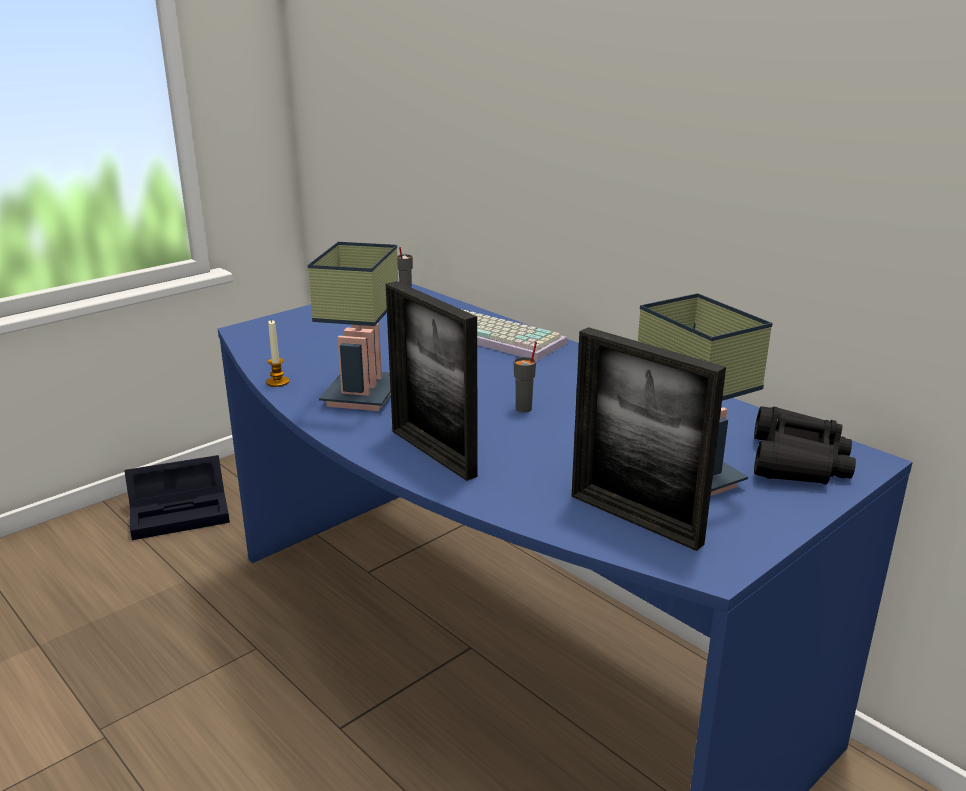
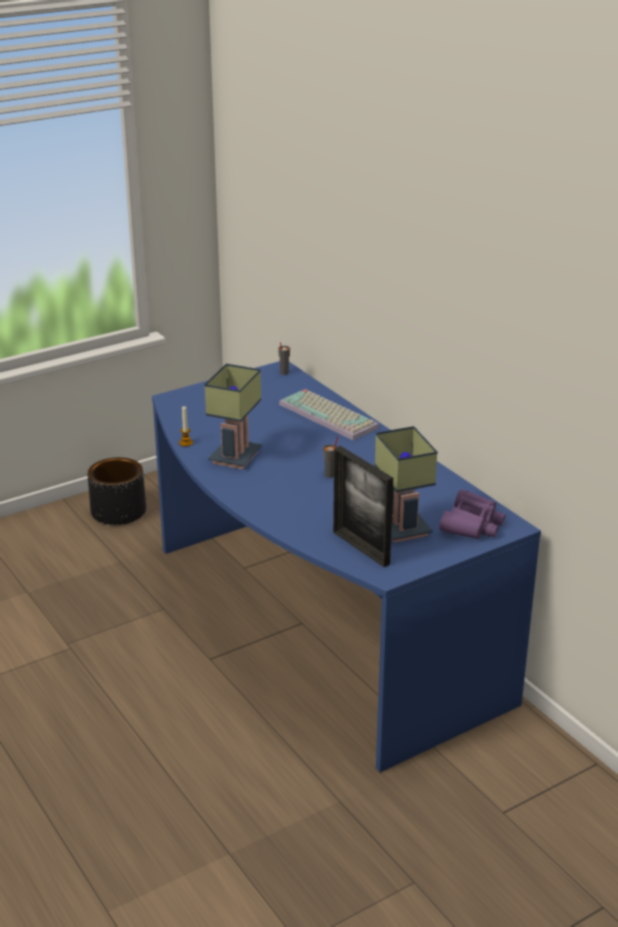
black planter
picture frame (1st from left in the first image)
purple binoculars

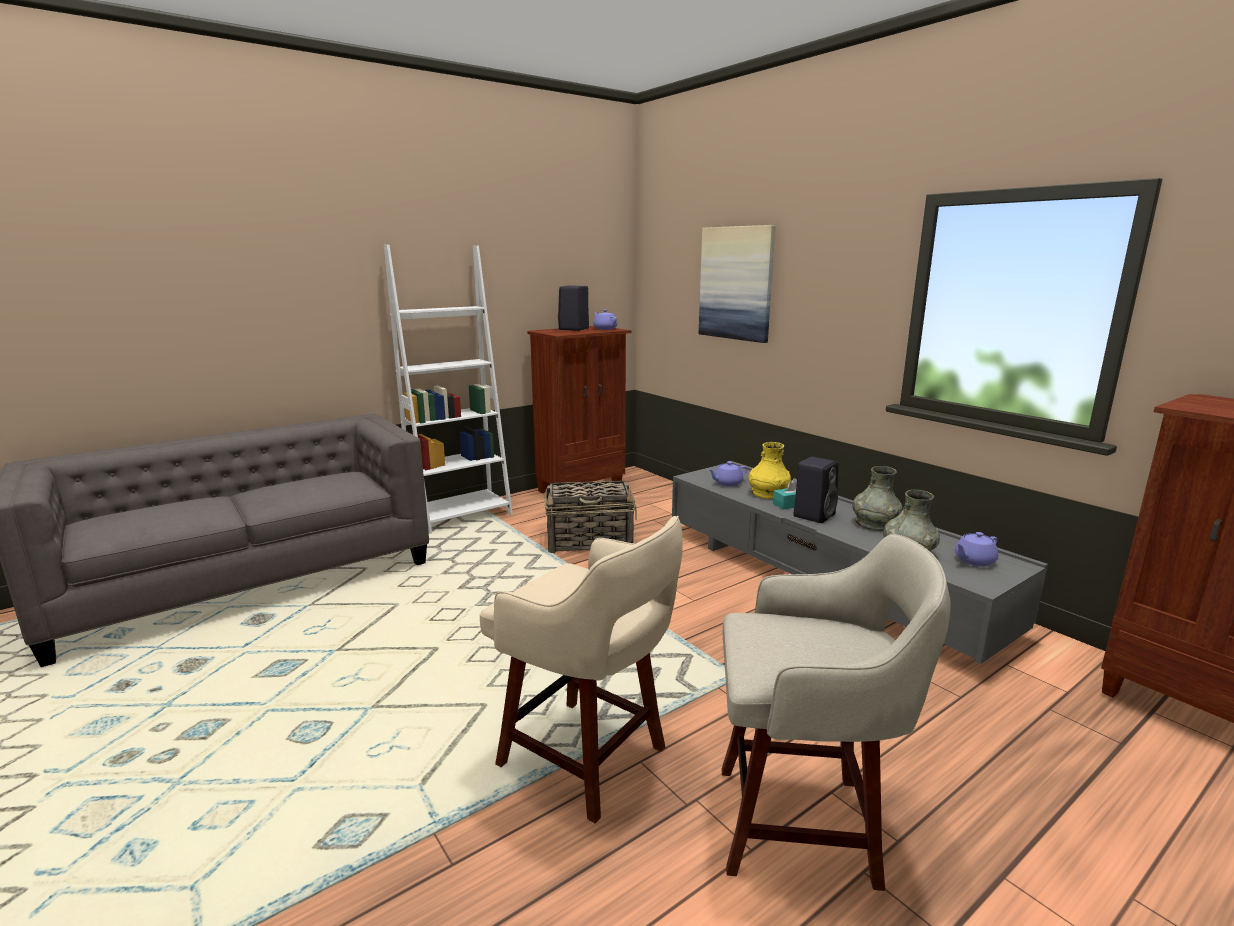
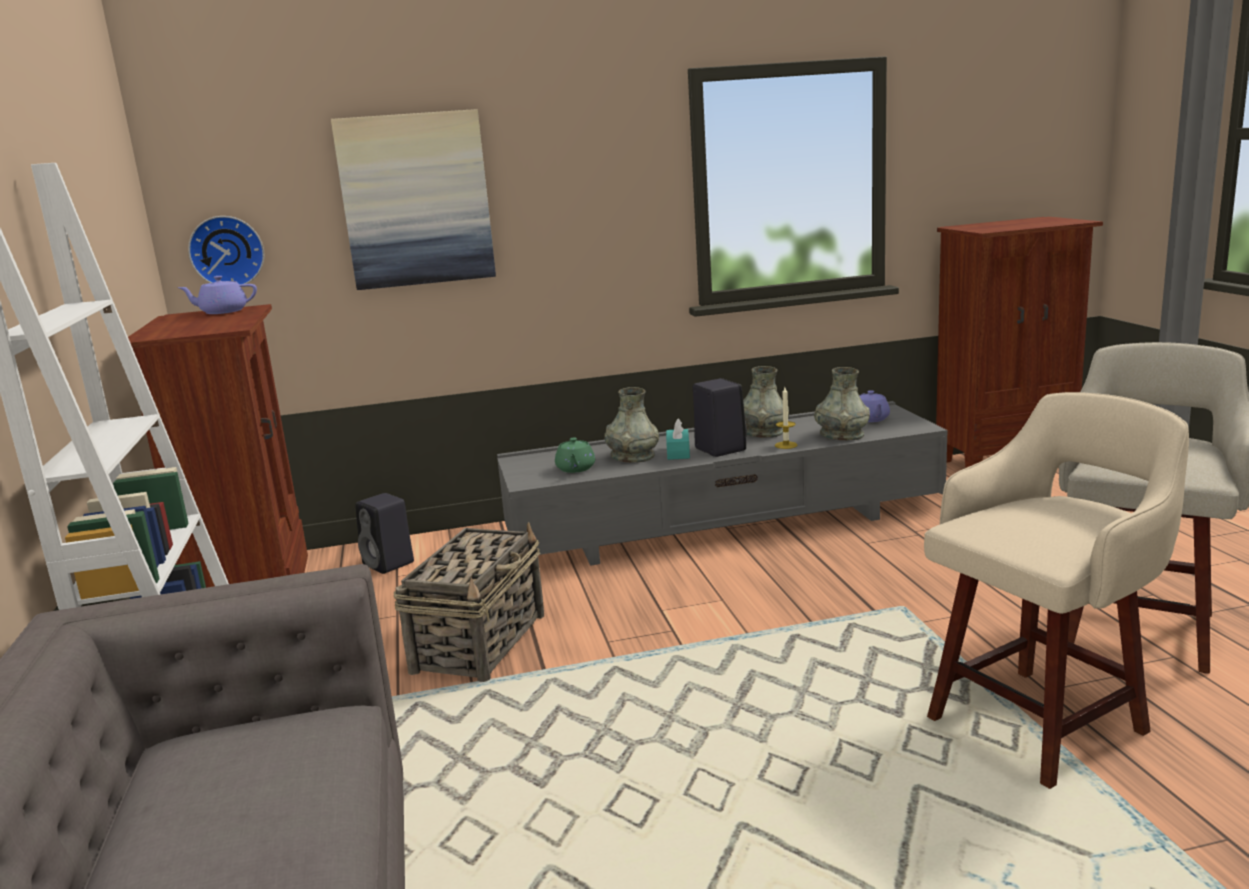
black speaker (1st from left)
green teapot
grey vase (1st from left)
wall clock
candle

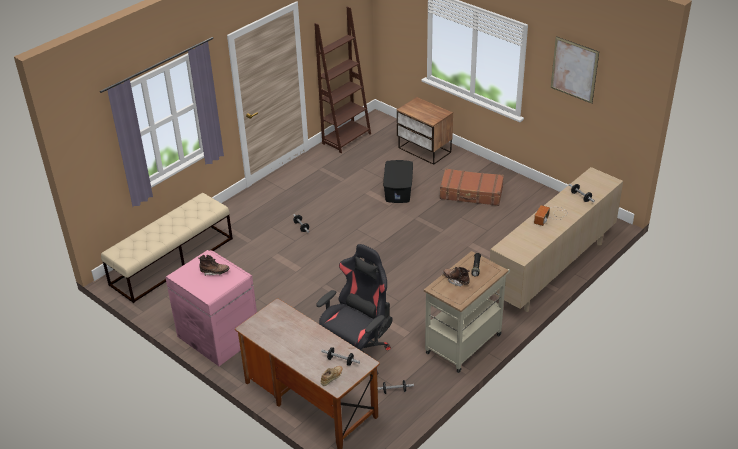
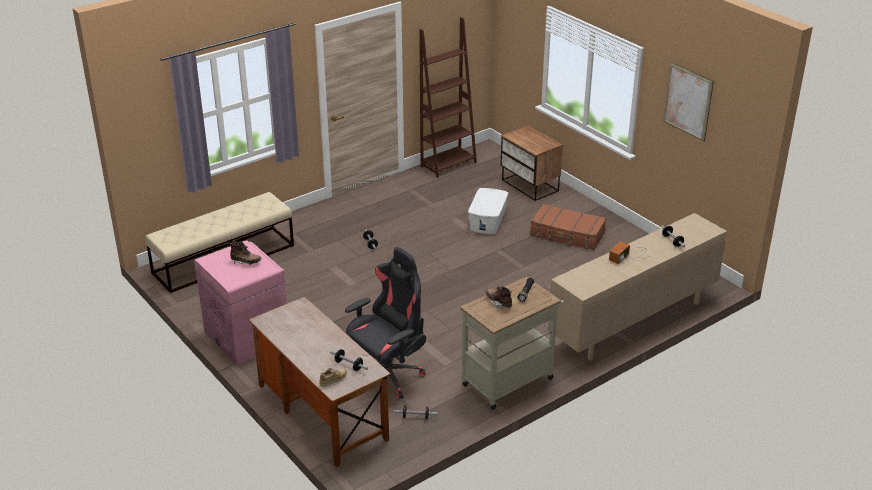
white storage box

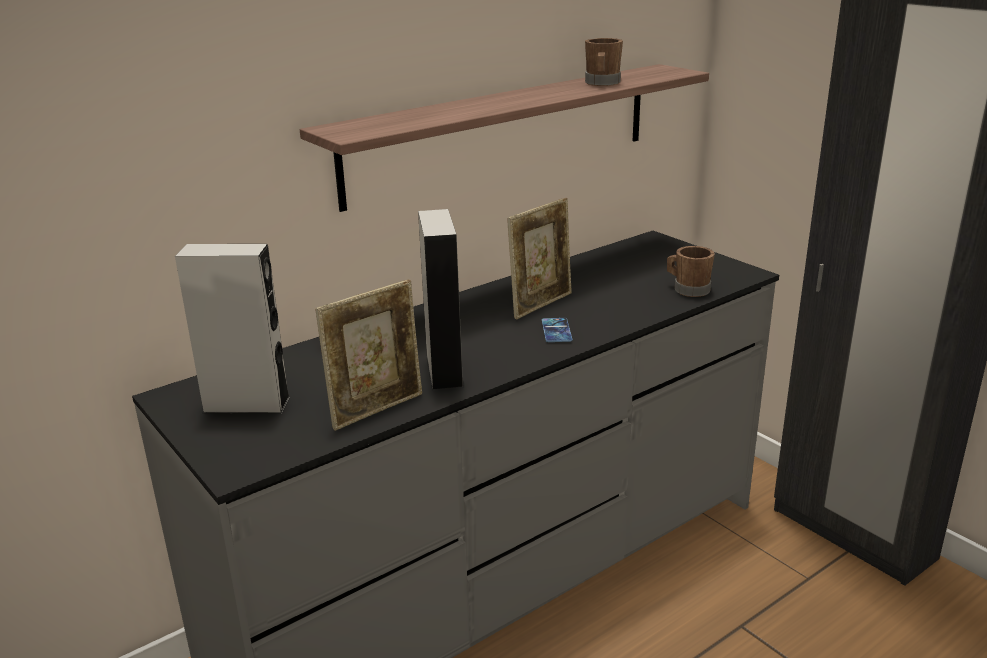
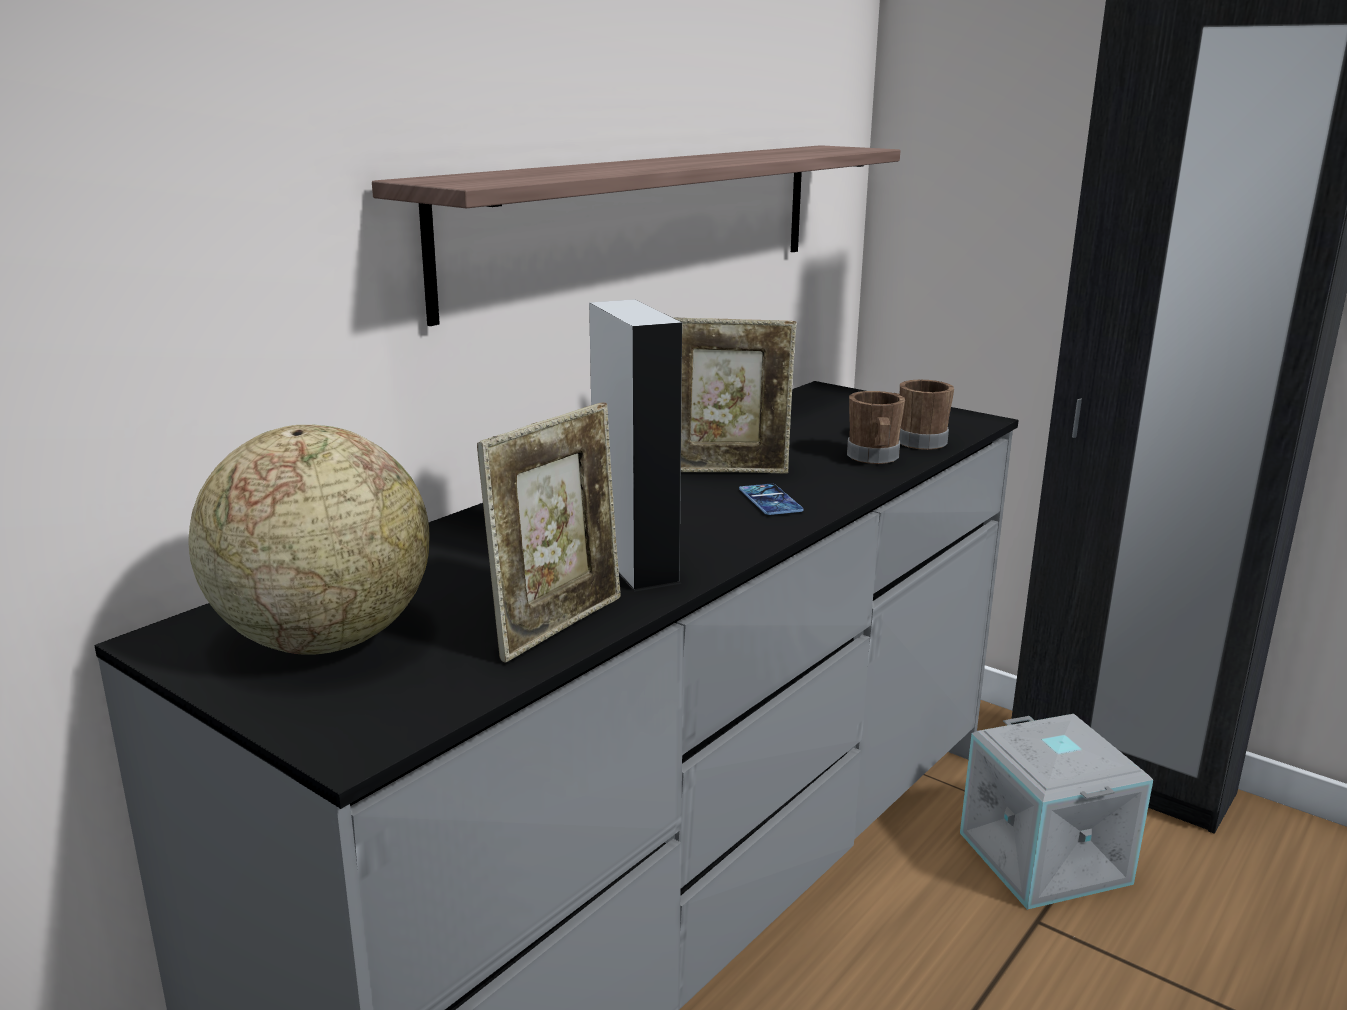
globe
picture frame (2nd from left)
brown mug (1st from left)
grey storage box

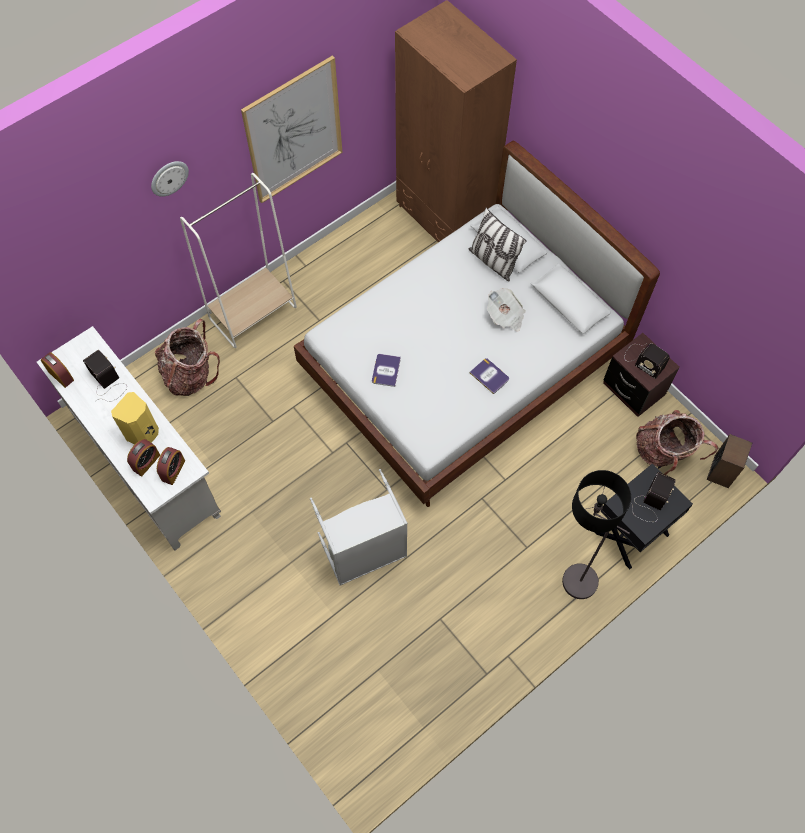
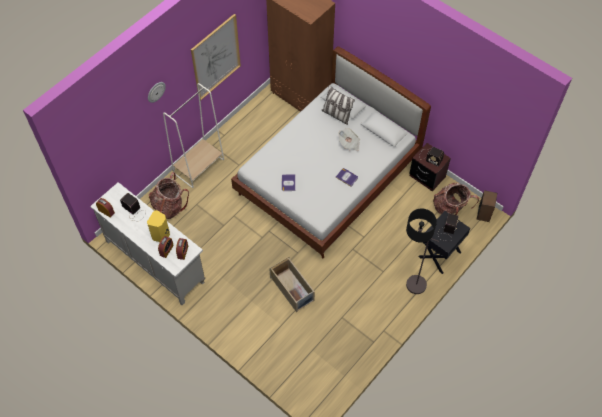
beige storage box

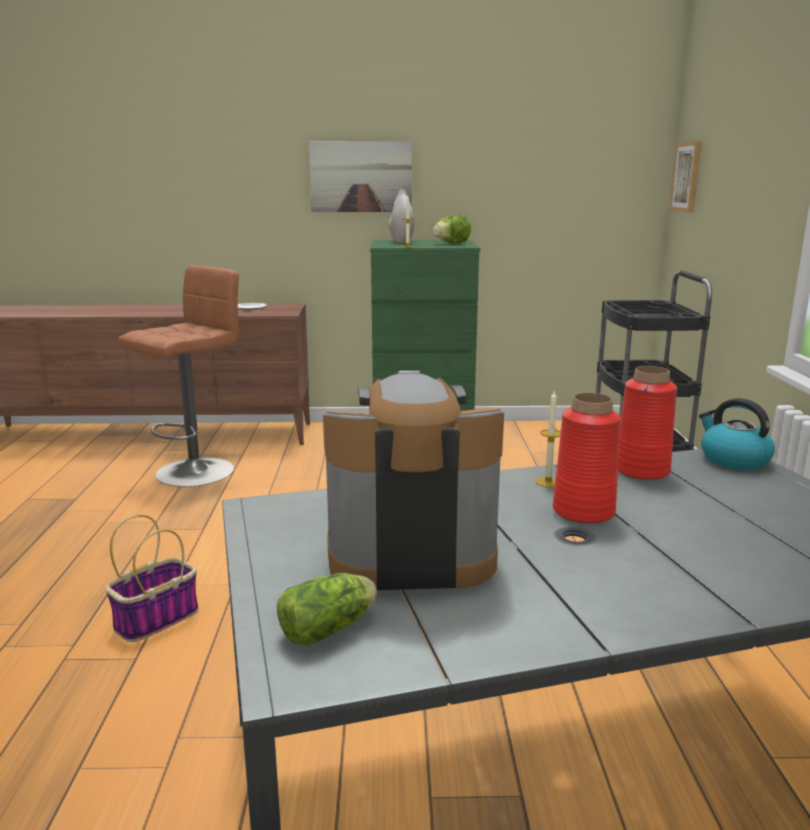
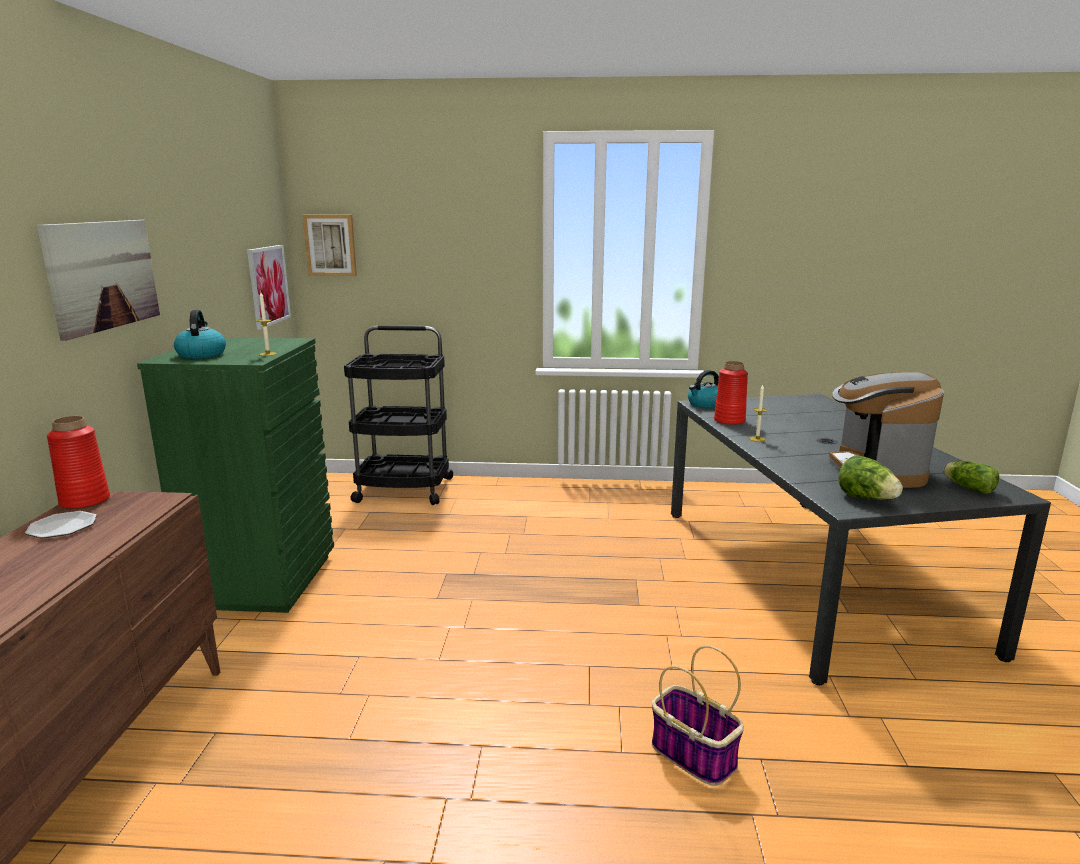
brown stool
kettle (1st from left)
lettuce (1st from left)
red vase (1st from left)
picture (2nd from left)

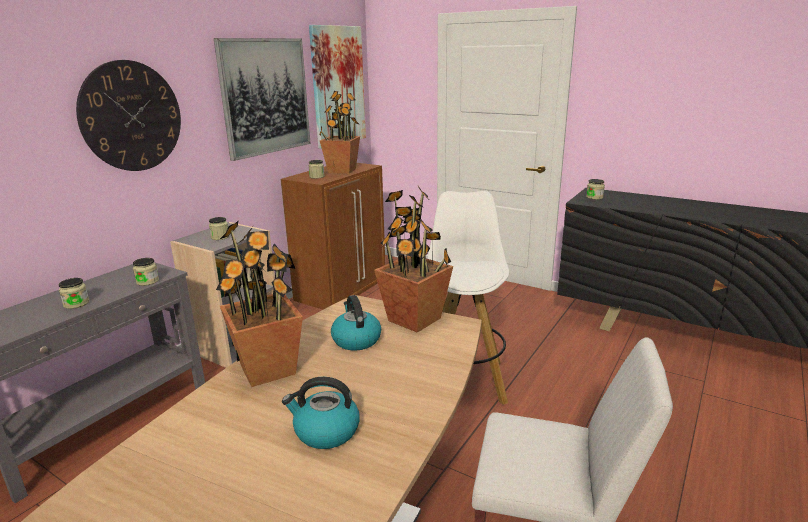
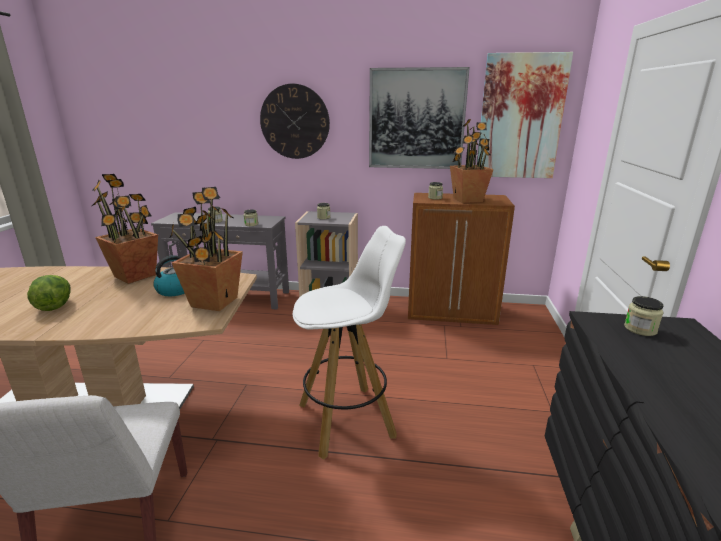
lettuce

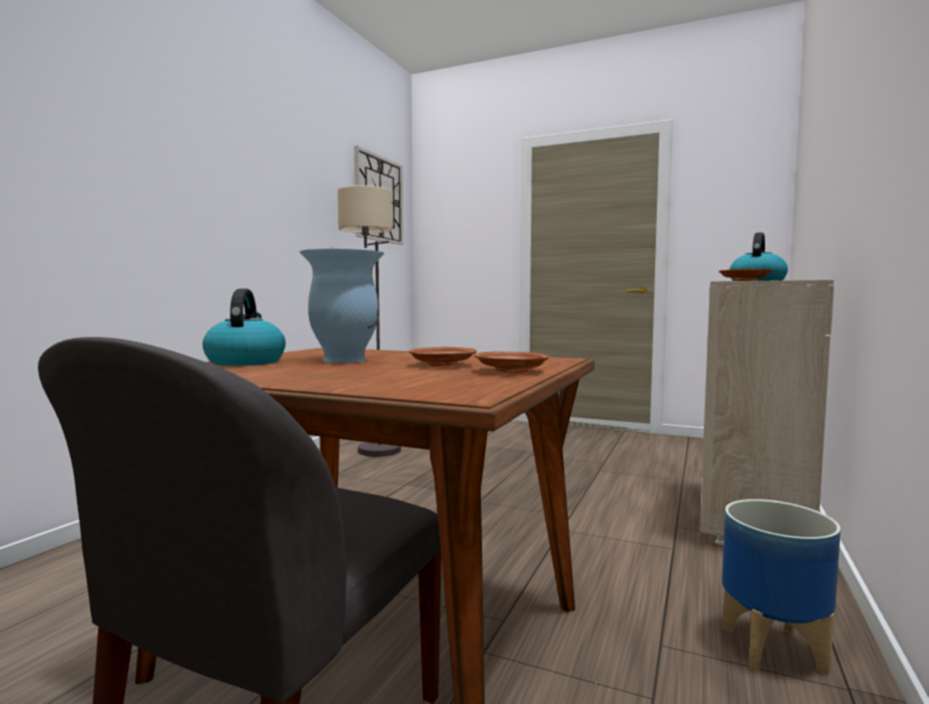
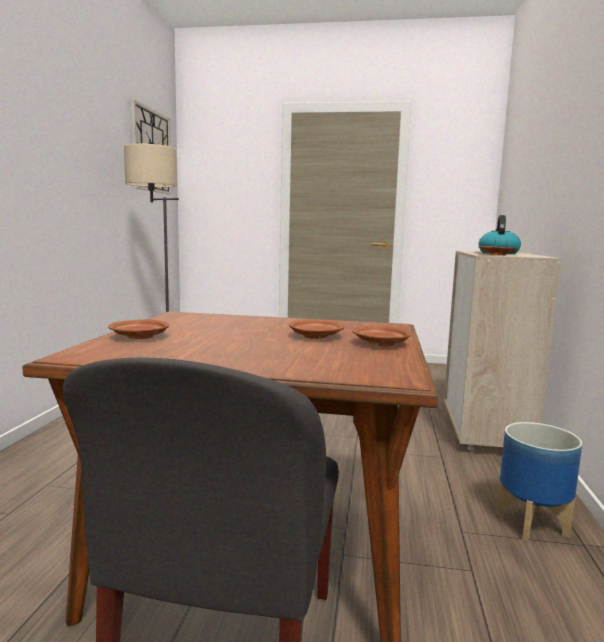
brown plate (1st from left)
vase

